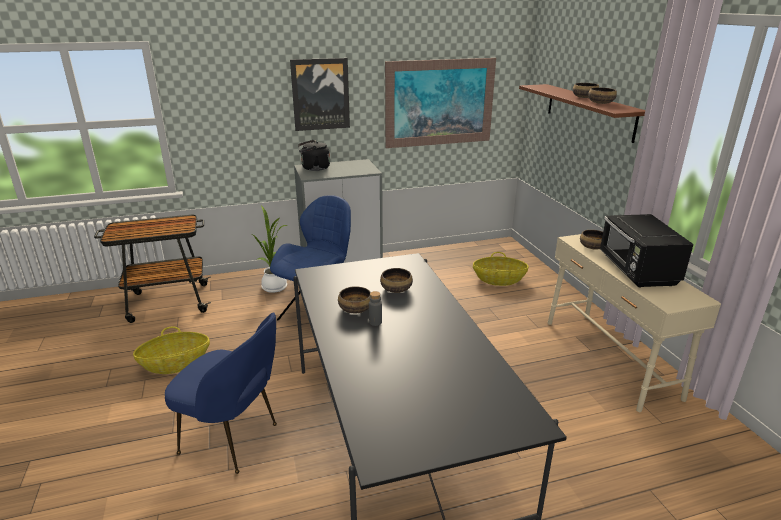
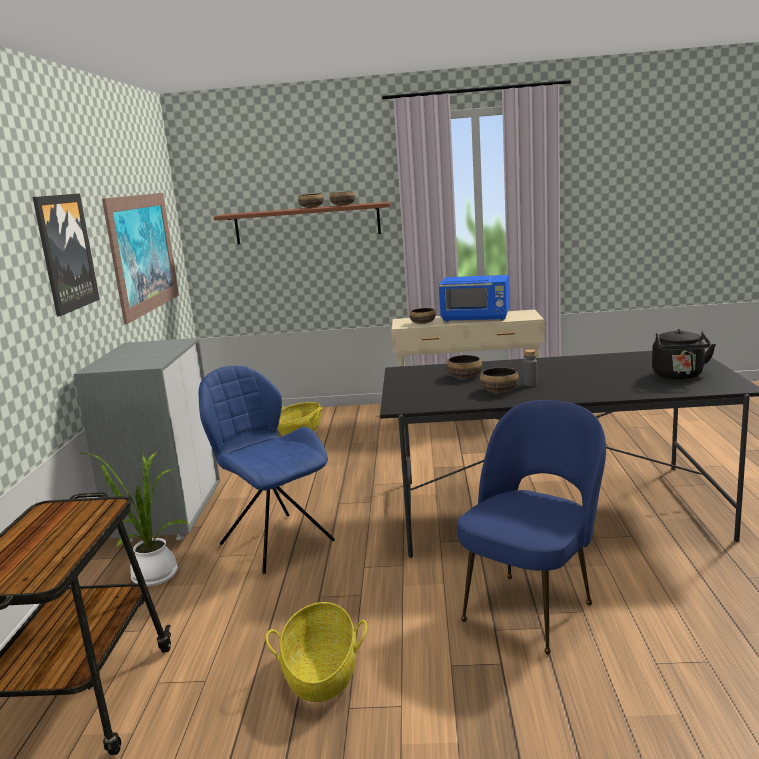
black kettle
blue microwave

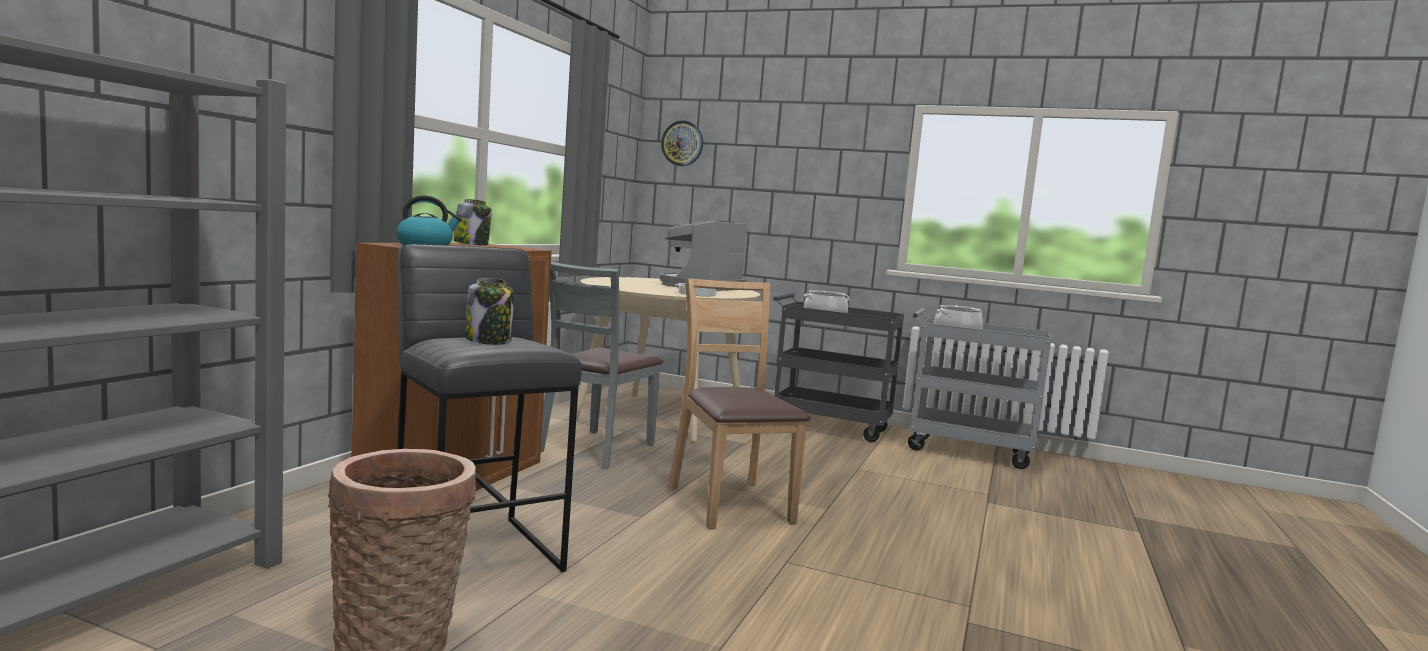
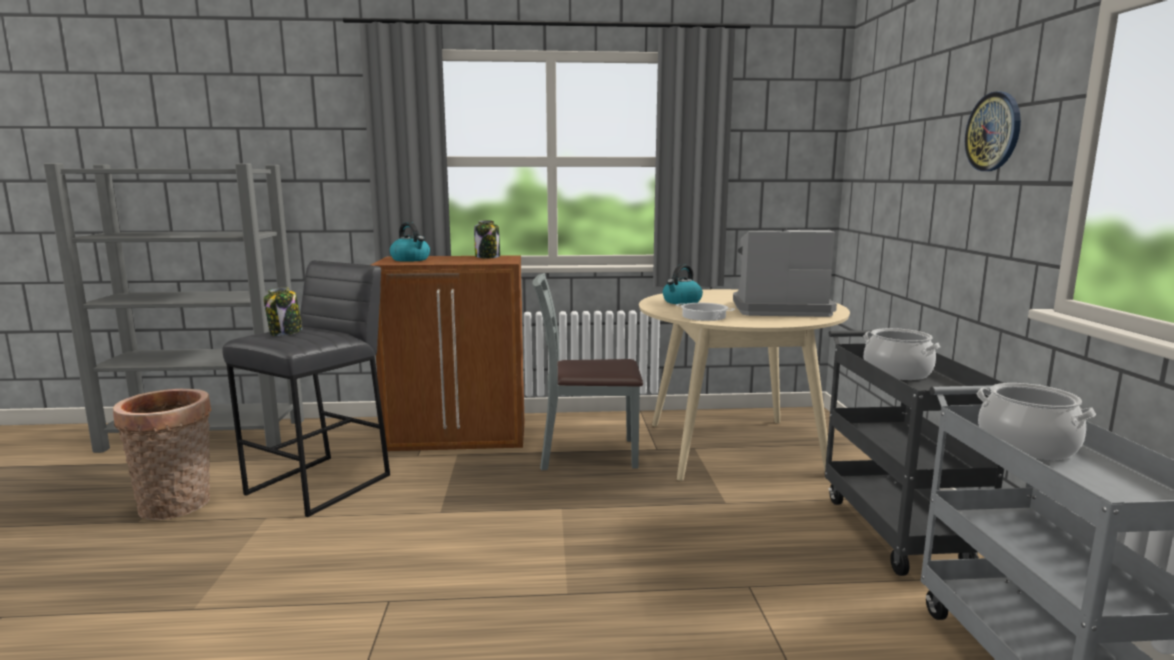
wall clock
brown chair
kettle (2nd from left)

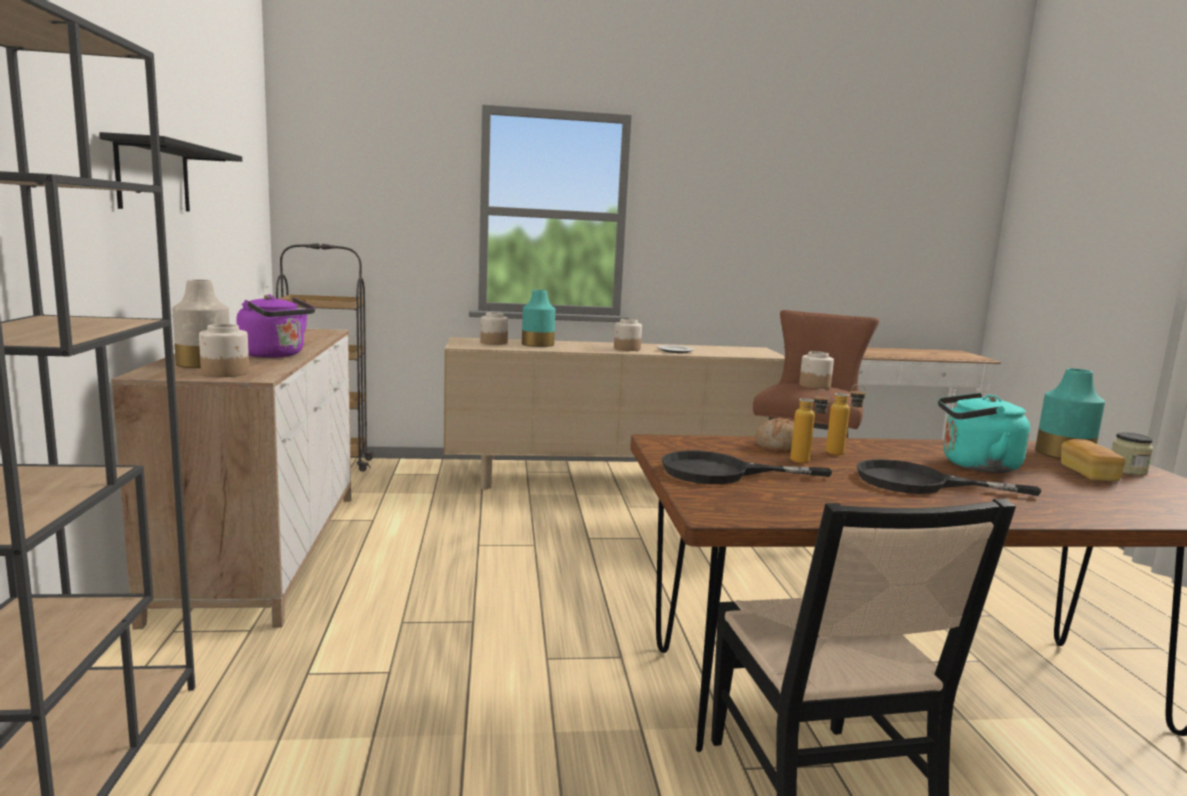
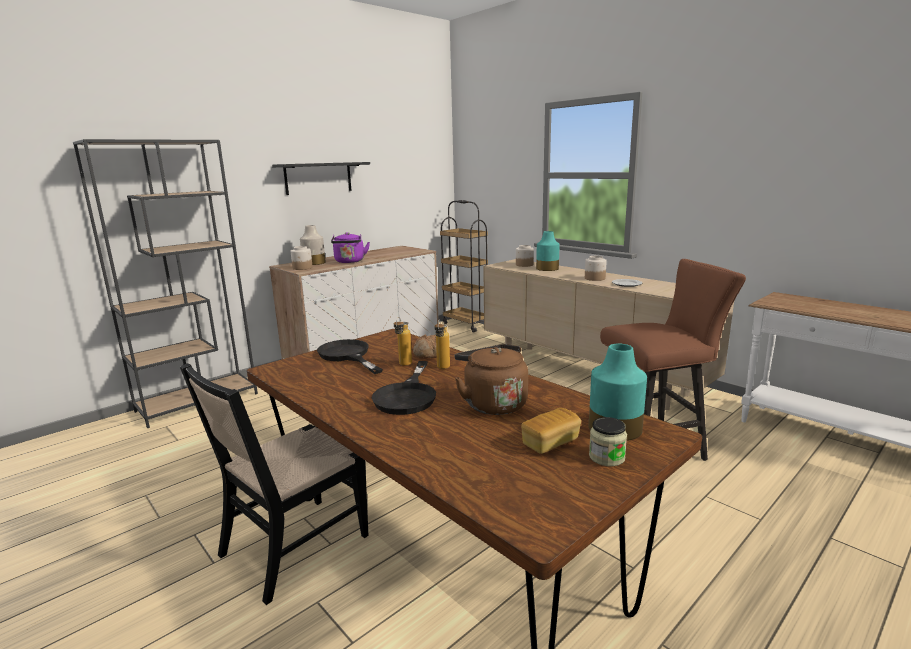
jar (4th from left in the first image)
black frying pan (2nd from left)
brown kettle

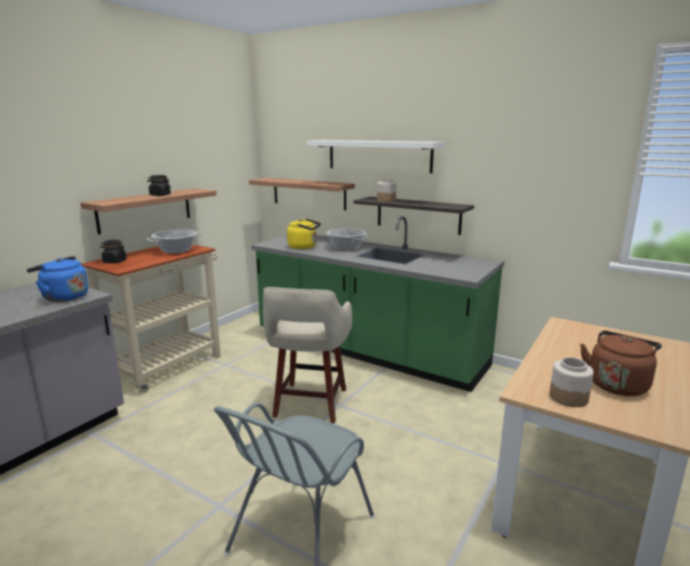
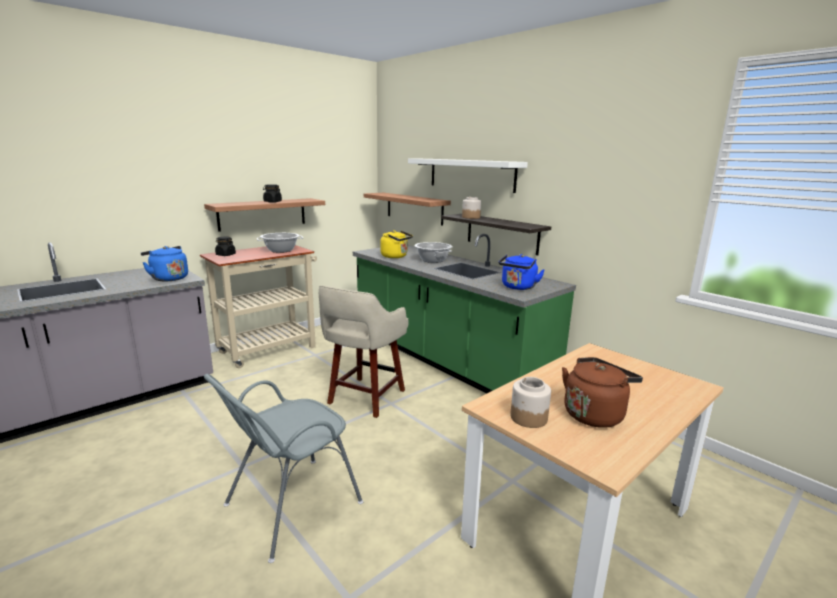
blue kettle (2nd from left)

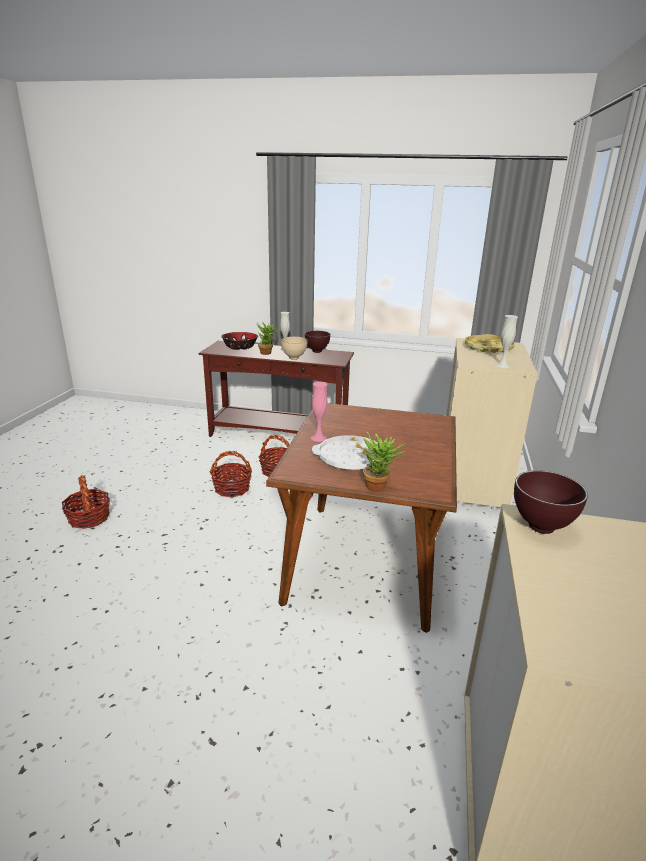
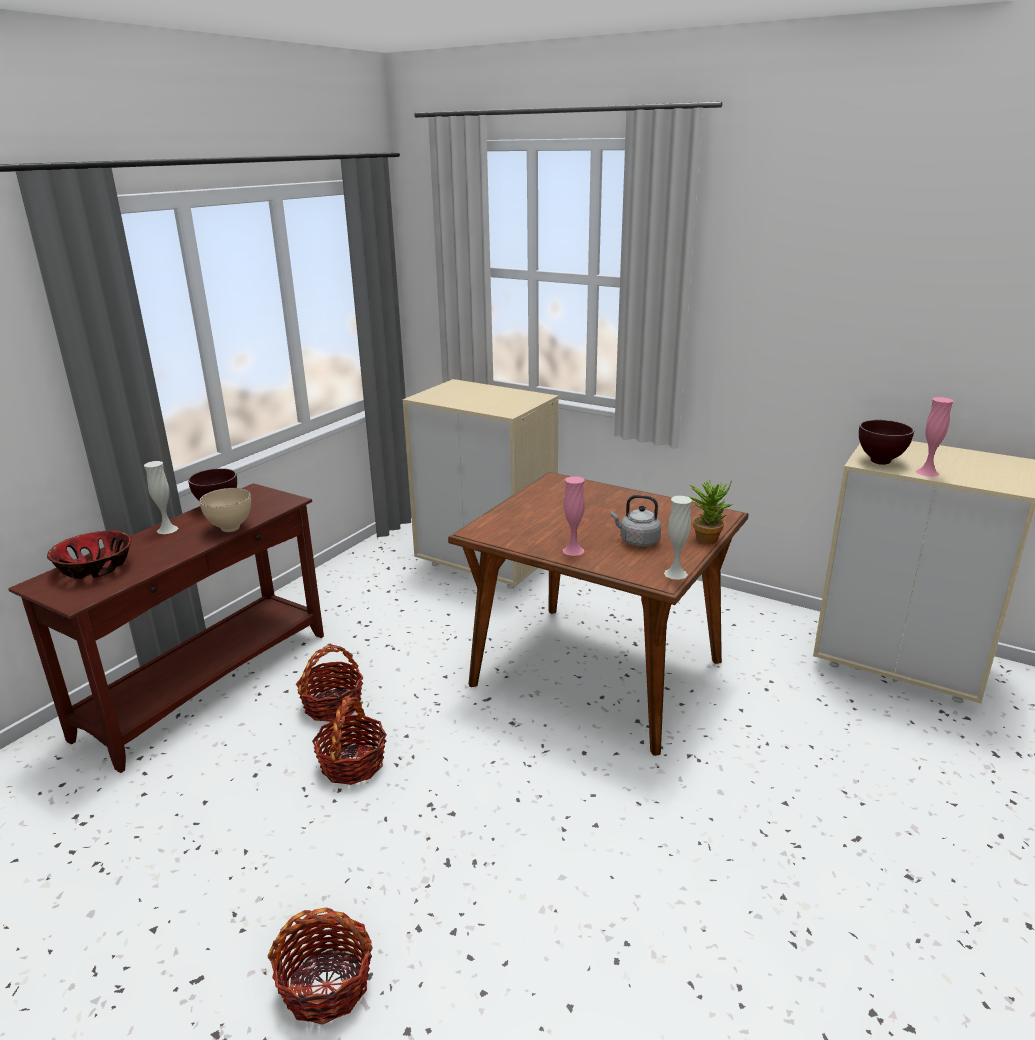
potted plant (1st from left in the first image)
grey kettle
yellow tray
white vase (2nd from left)
pink vase (2nd from left)

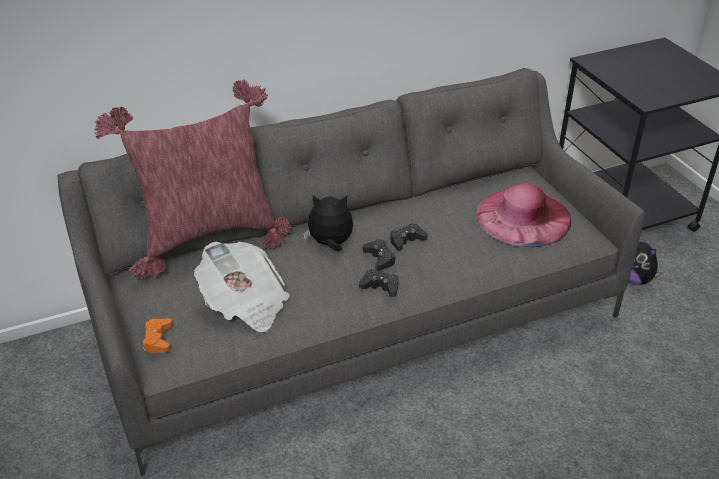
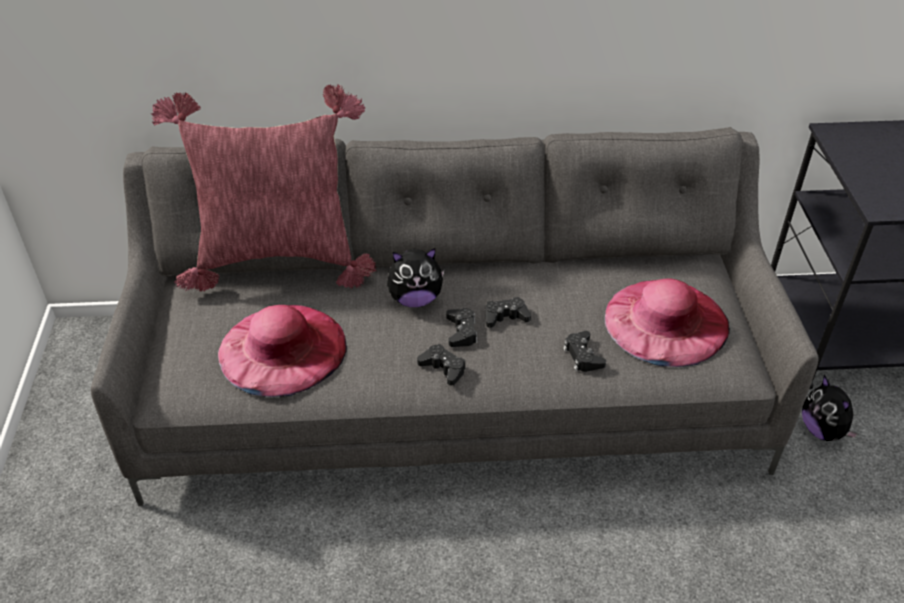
orange game controller
pink hat (1st from left)
plush toy (1st from left)
black game controller (4th from left)

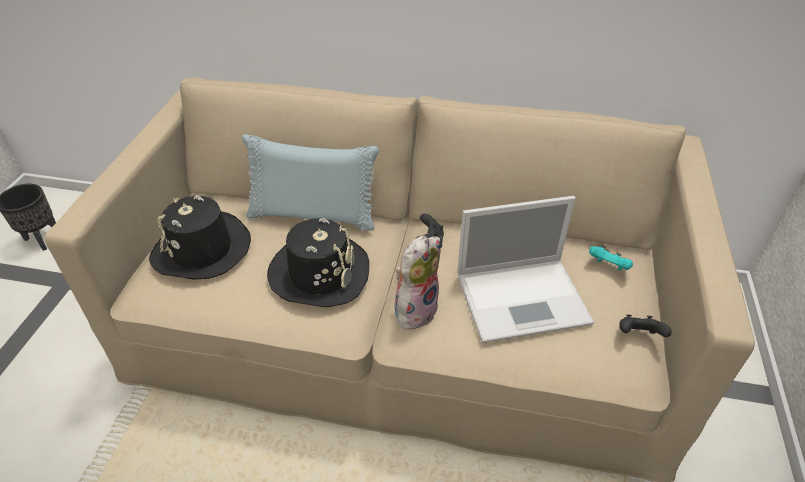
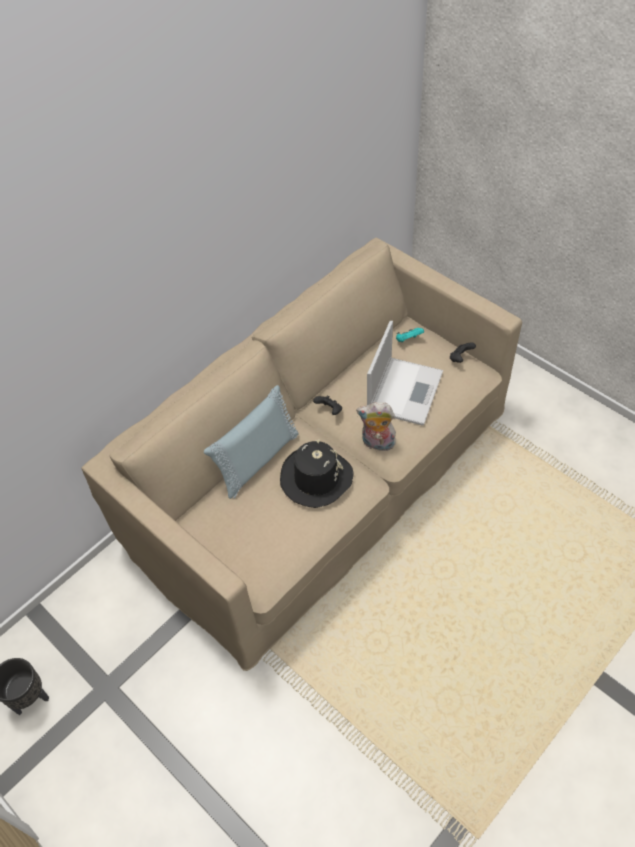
black hat (1st from left in the first image)
plush toy

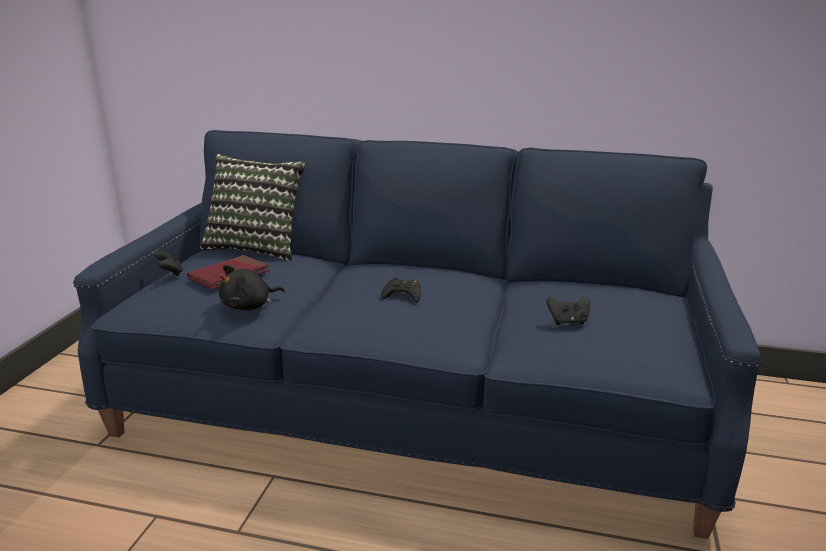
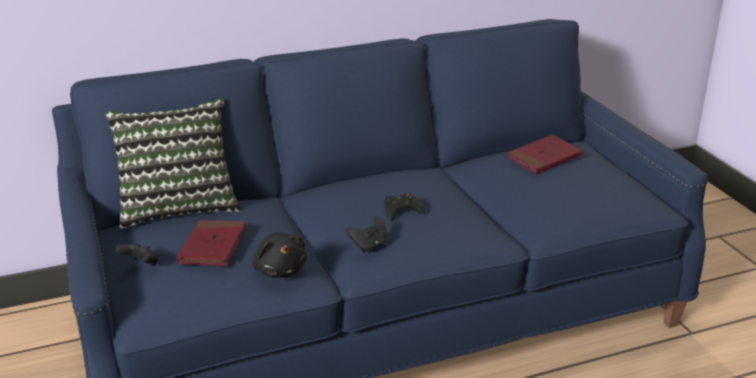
black plush toy
black game controller (2nd from left)
red book (2nd from left)

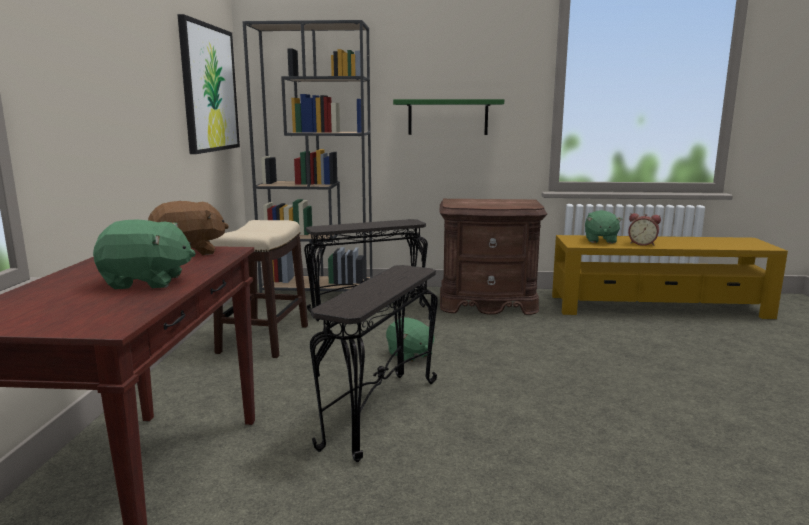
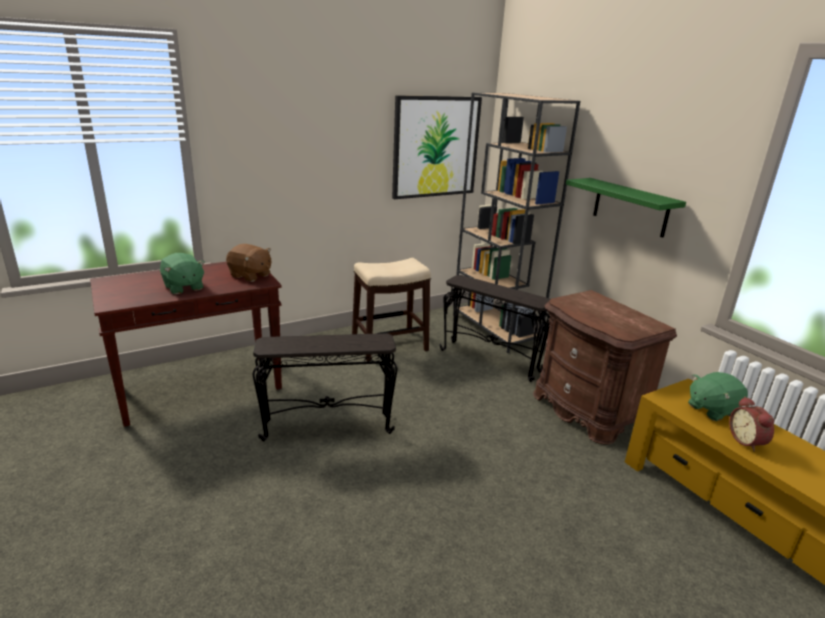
green plush toy (2nd from left in the first image)

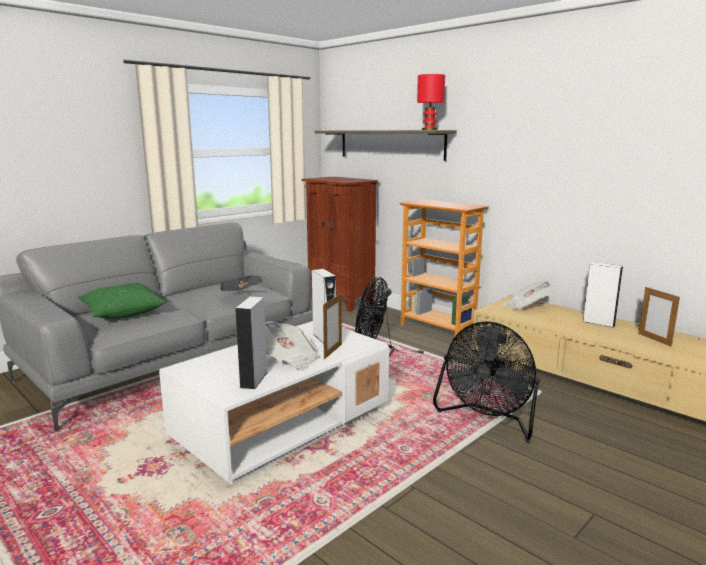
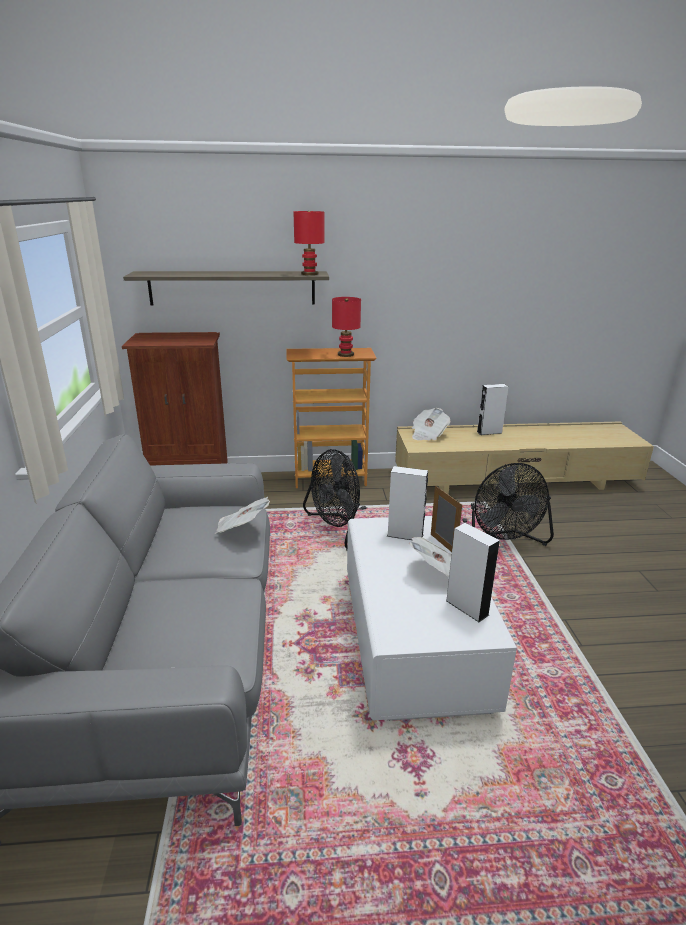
green pillow
picture frame (2nd from left in the first image)
red table lamp (2nd from left)

